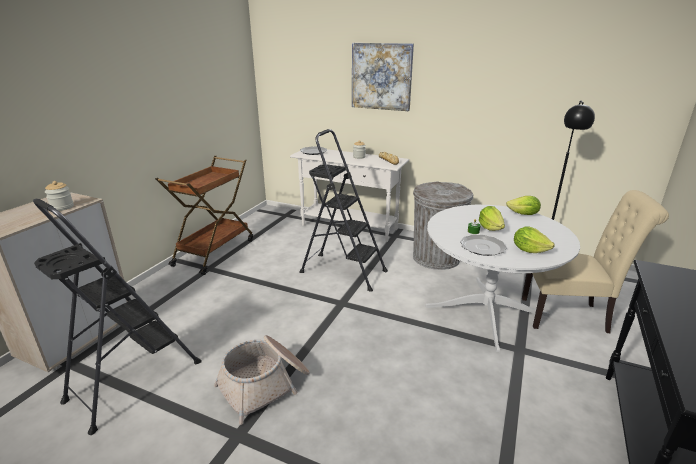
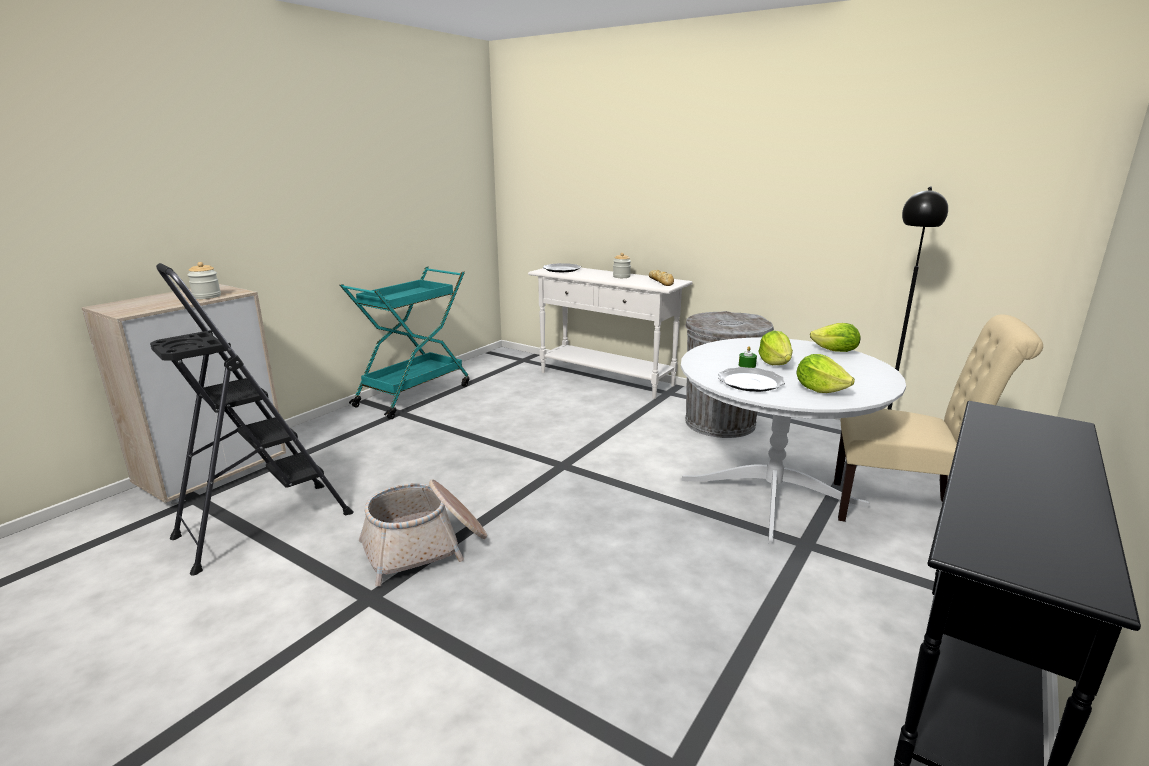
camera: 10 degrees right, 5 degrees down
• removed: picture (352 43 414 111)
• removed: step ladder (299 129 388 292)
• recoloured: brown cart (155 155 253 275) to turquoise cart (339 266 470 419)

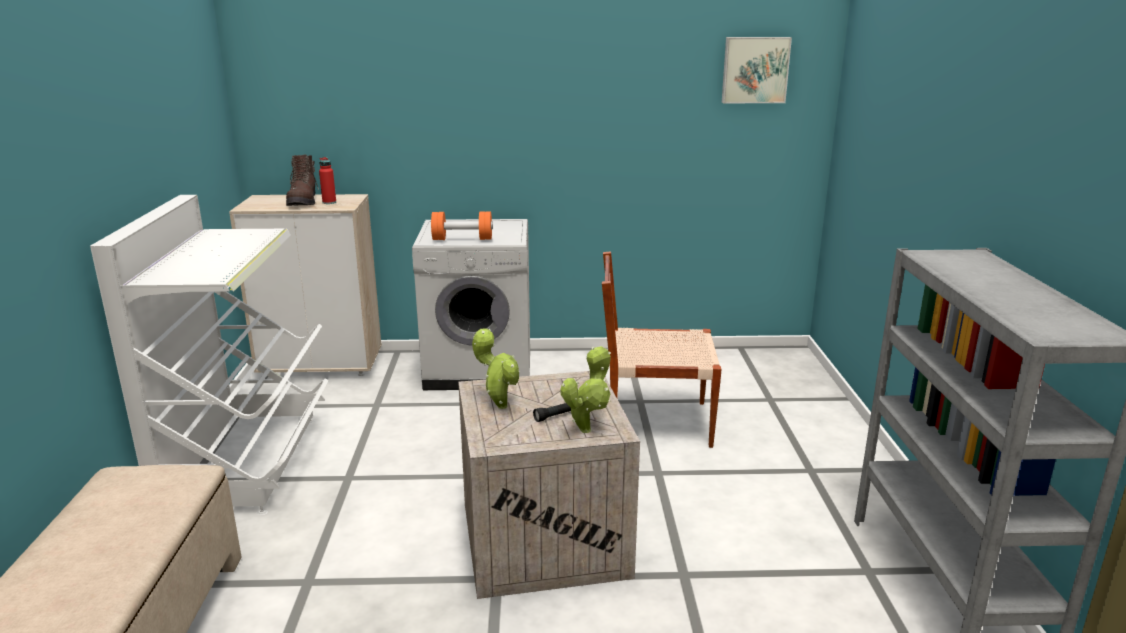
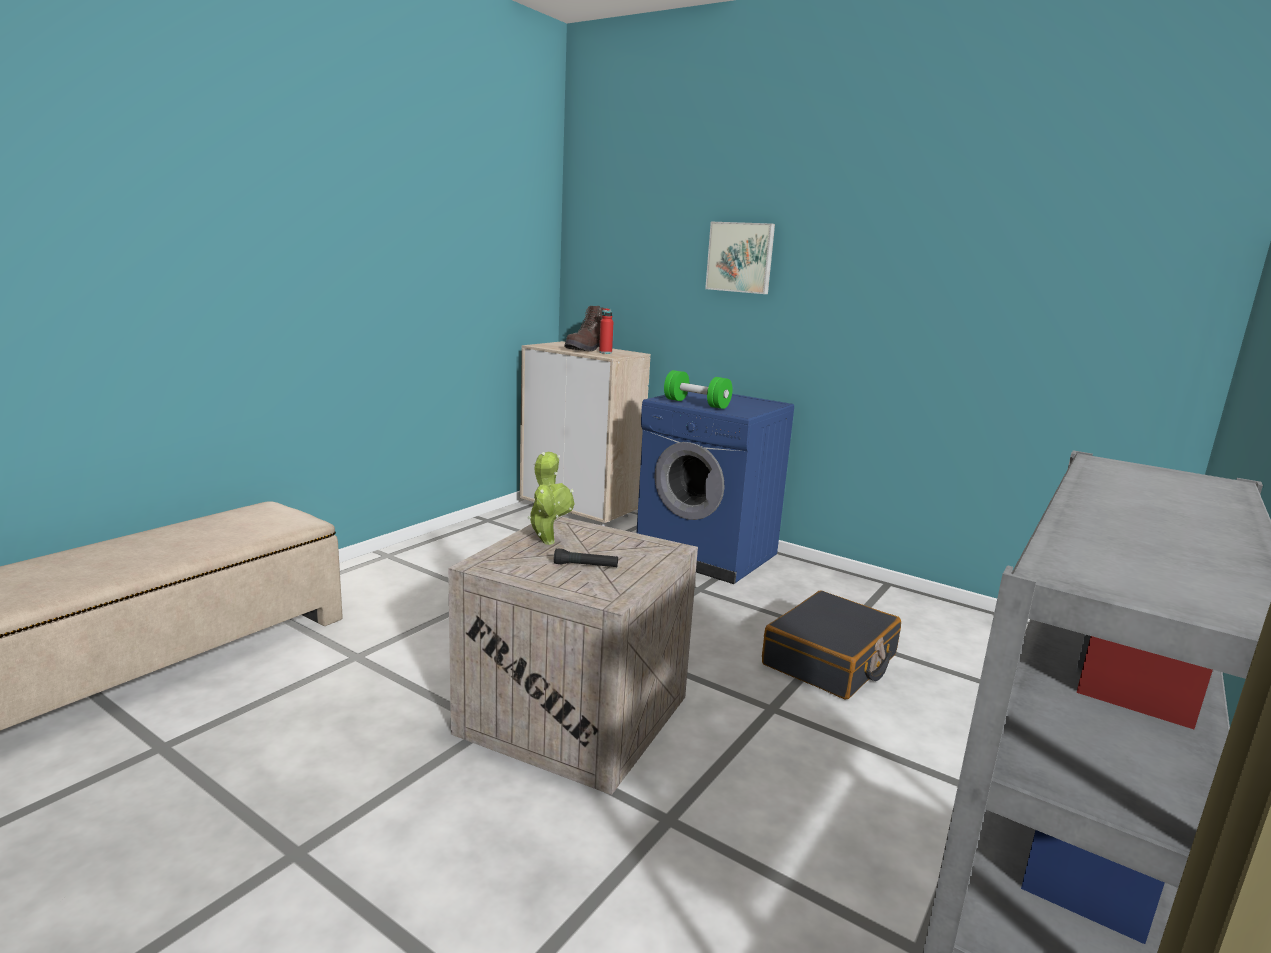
camera: 35 degrees right, 5 degrees down
• moved: picture (722 37 792 103) to (705 222 775 294)
• removed: white shoe rack (90 195 328 515)
• recoloured: orange dumbbell (431 211 493 240) to green dumbbell (664 370 733 409)
• recoloured: white washing machine (412 219 530 390) to blue washing machine (637 392 794 584)
• replaced: chair (602 251 722 448) to black suitcase (762 591 901 699)
• removed: potted plant (560 346 611 433)

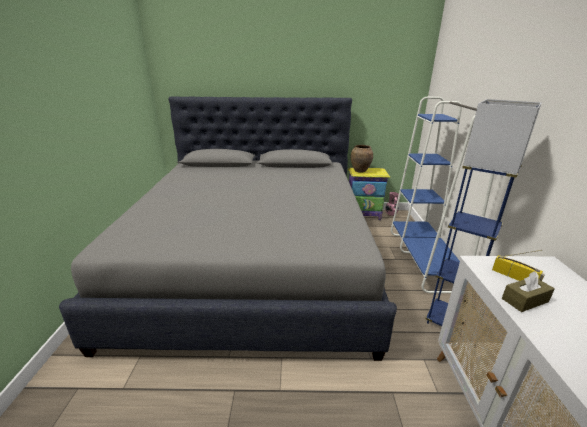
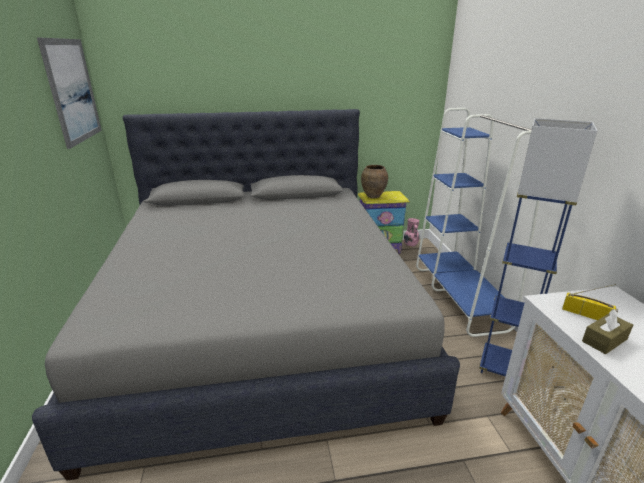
camera: 10 degrees left, 0 degrees up
• added: picture (37 37 102 149)

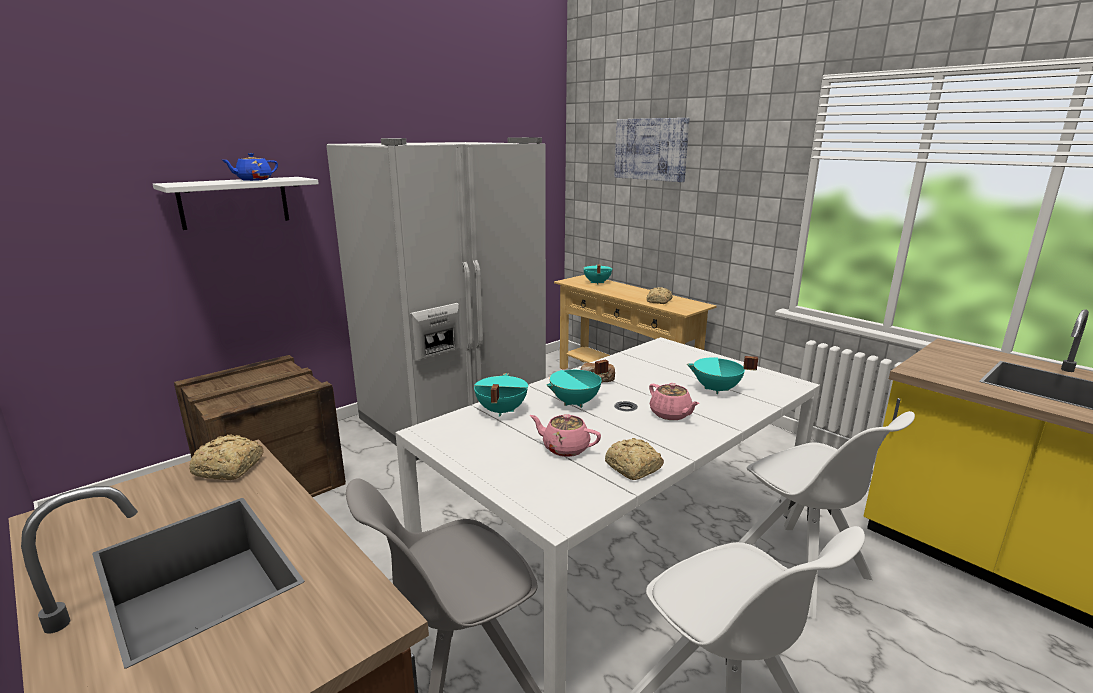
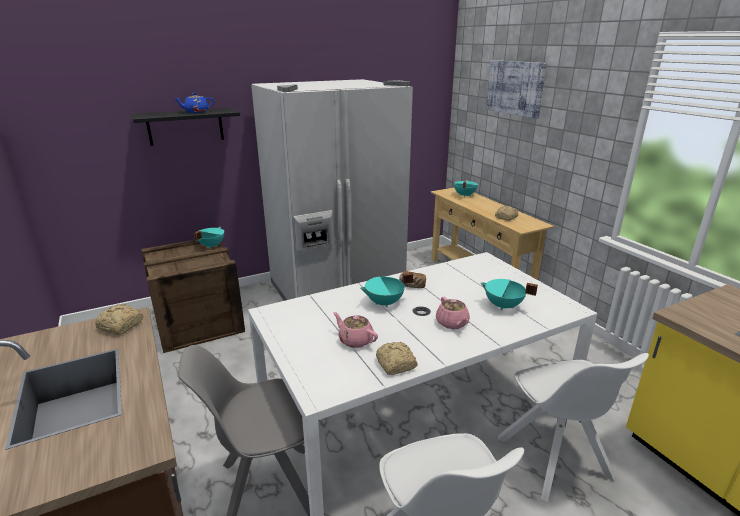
camera: 15 degrees right, 5 degrees up
• recoloured: white shelf (153 177 319 230) to black shelf (131 108 240 146)
• moved: turquoise cooking pot (474 373 528 417) to (194 227 224 248)

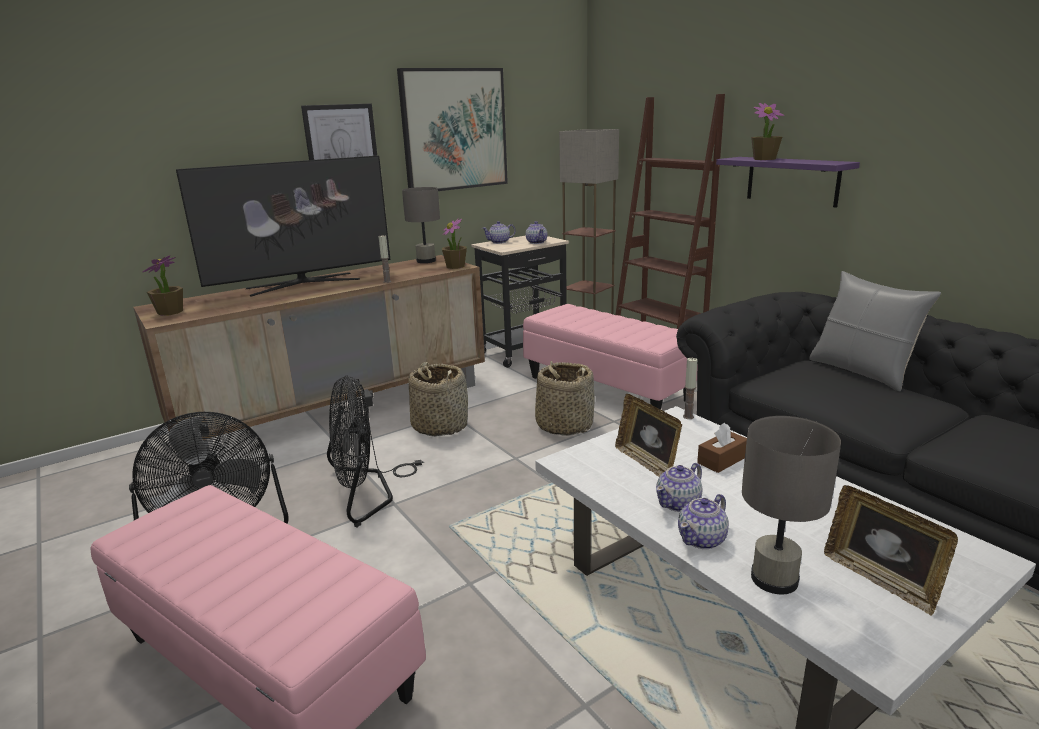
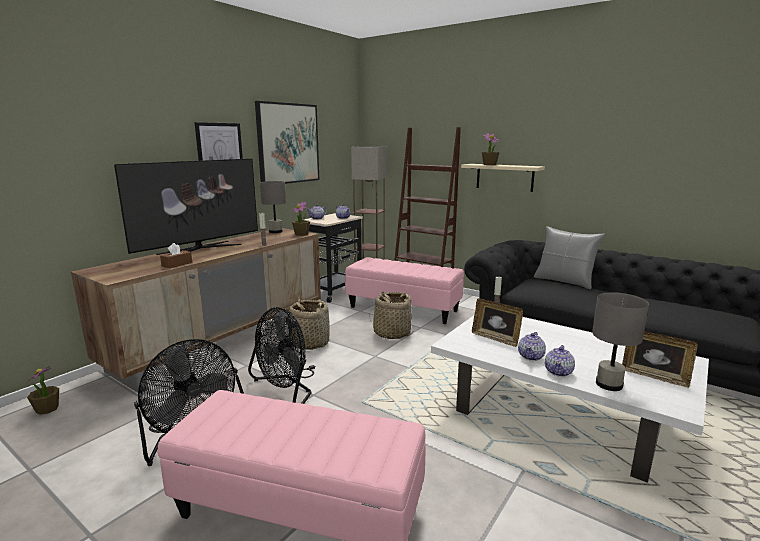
camera: 20 degrees left, 5 degrees down
• recoloured: purple shelf (716 157 860 208) to beige shelf (461 164 545 192)
• moved: potted plant (143 255 183 316) to (27 365 59 415)
• moved: brown tissue box (697 423 747 473) to (160 243 192 268)

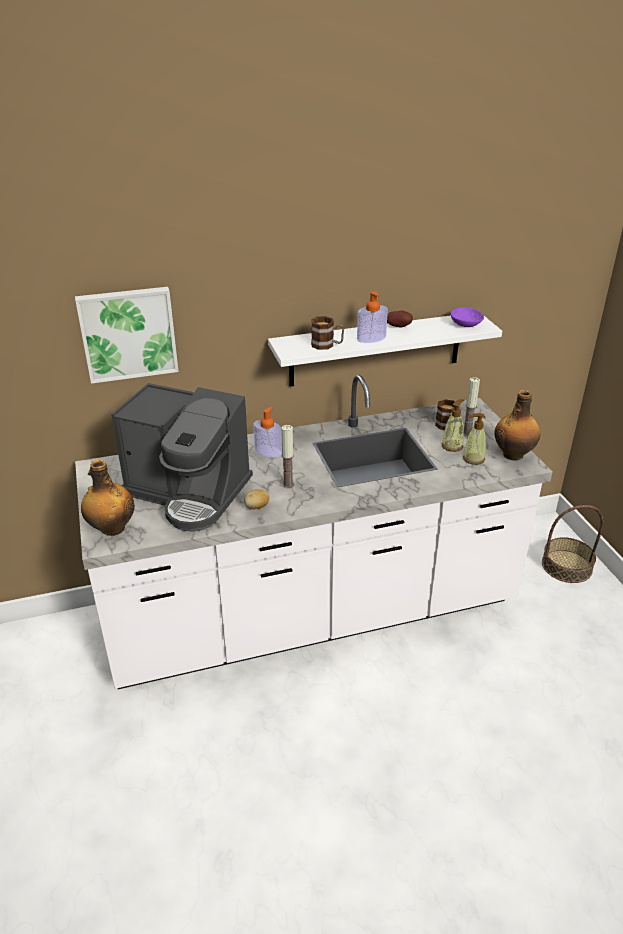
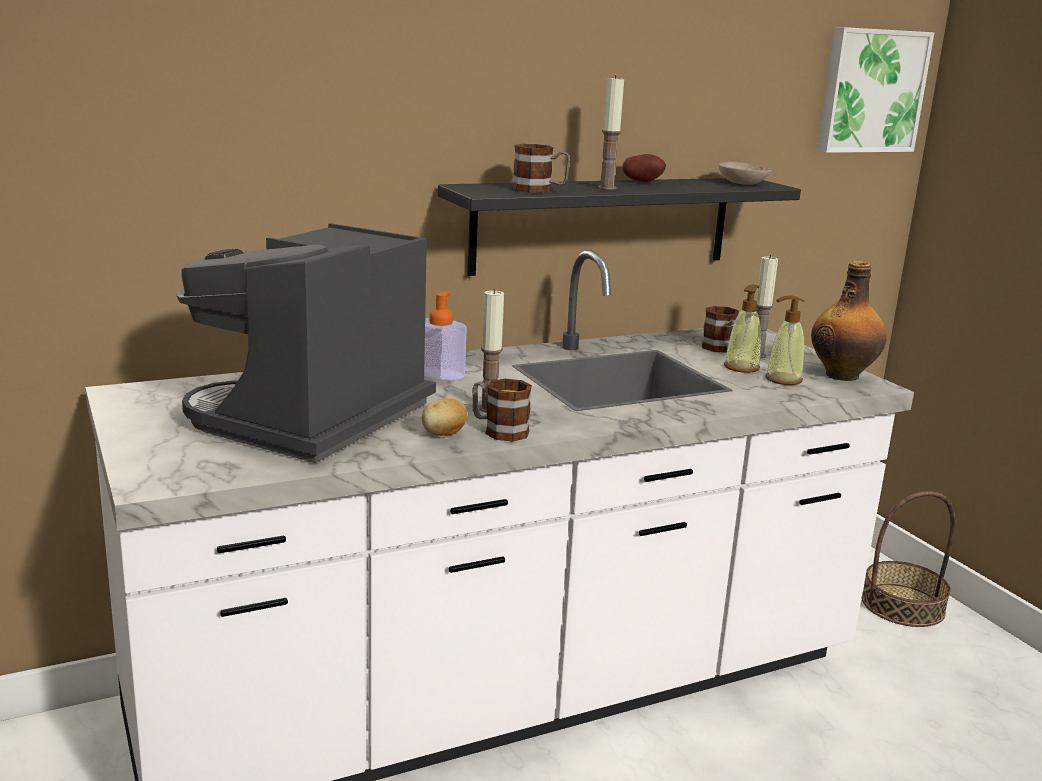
camera: 10 degrees left, 15 degrees down
• moved: picture (75 287 179 384) to (817 27 934 153)
• replaced: soap dispenser (357 291 388 343) to candle (598 75 624 190)
• recoloured: purple bowl (451 307 484 327) to beige bowl (719 162 772 185)
• recoloured: white shelf (268 315 502 387) to black shelf (438 178 801 276)
• turned: coffee machine (111 383 253 532) = (177 223 436 463) 105 degrees clockwise
• removed: bottle (81 460 135 536)
• added: mug (472 379 532 442)

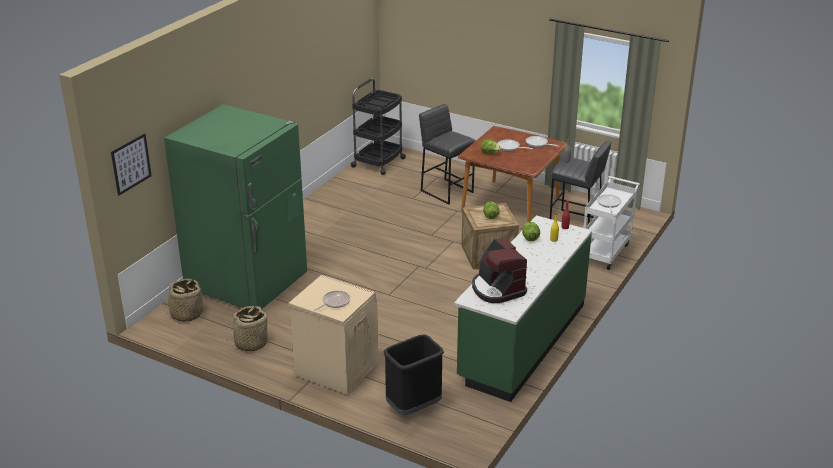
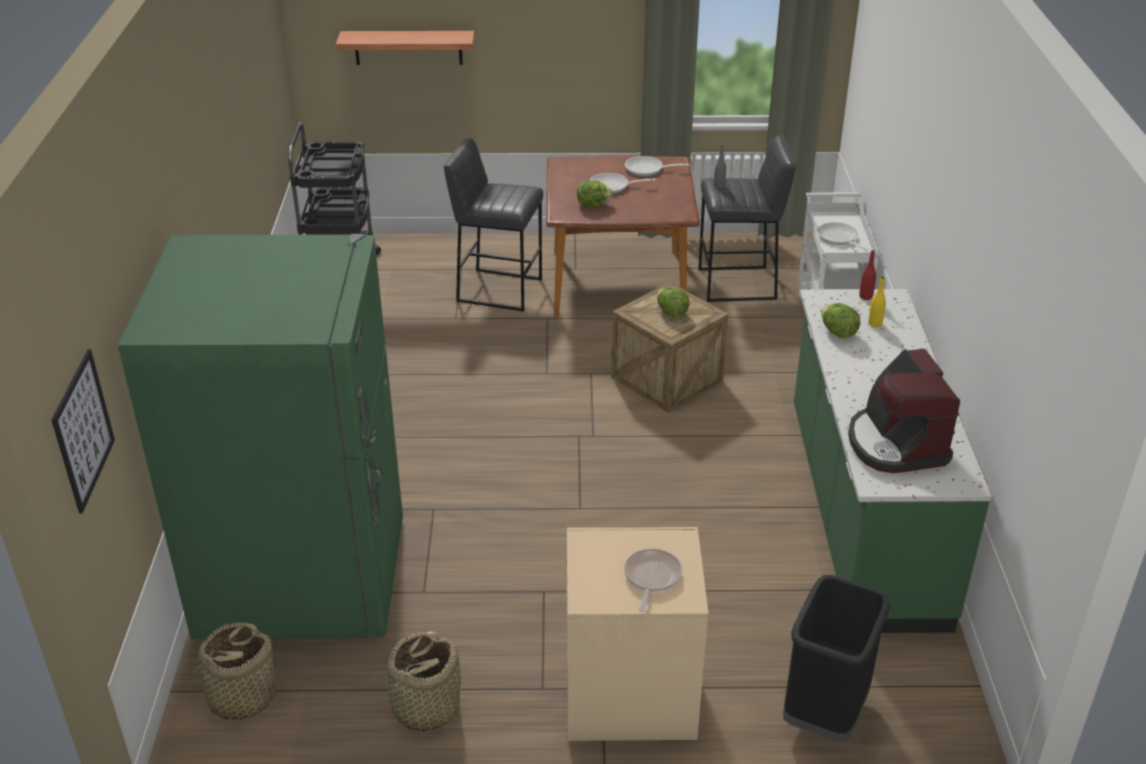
camera: 30 degrees left, 5 degrees up
• turned: coffee machine (472 237 527 303) = (848 349 960 473) 45 degrees clockwise
• added: shelf (336 31 474 65)

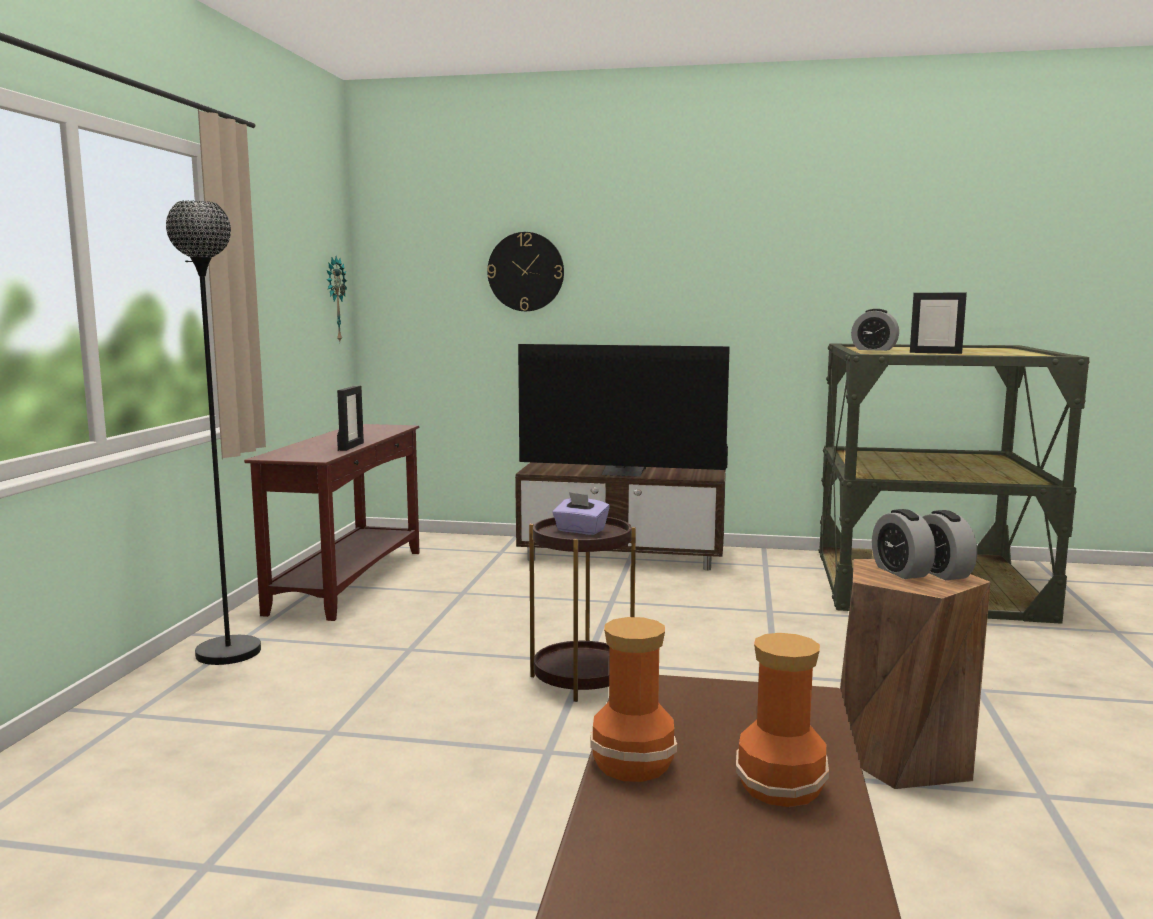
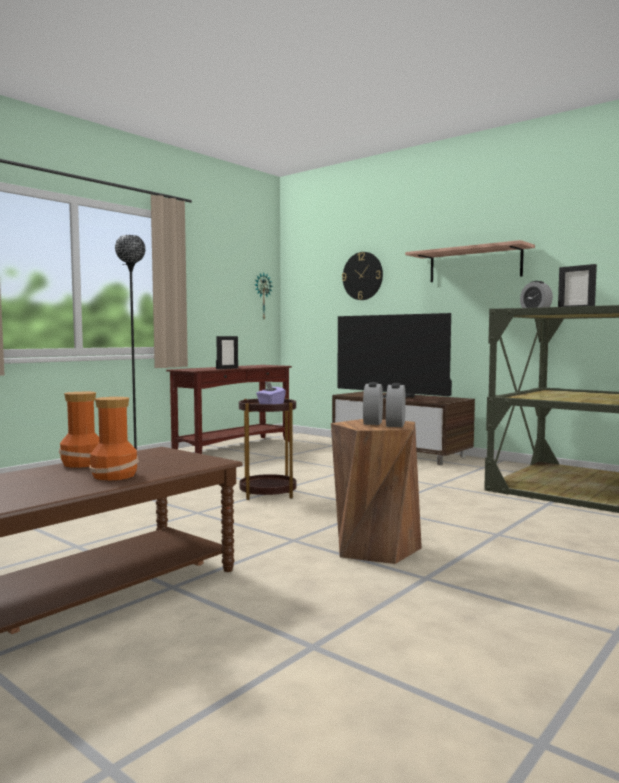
camera: 30 degrees right, 5 degrees down
• added: shelf (405 240 535 282)

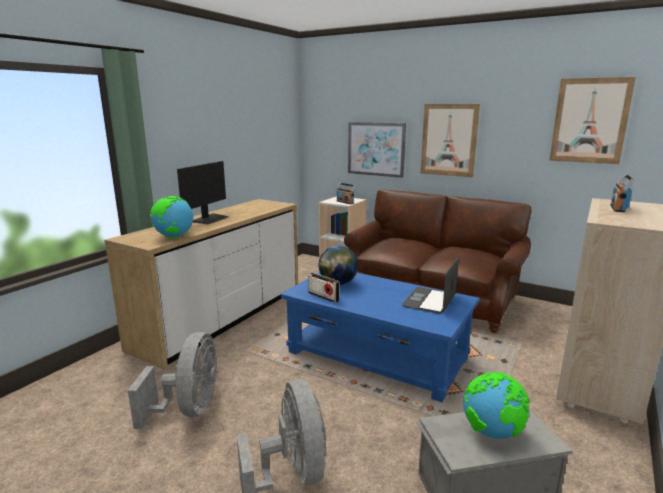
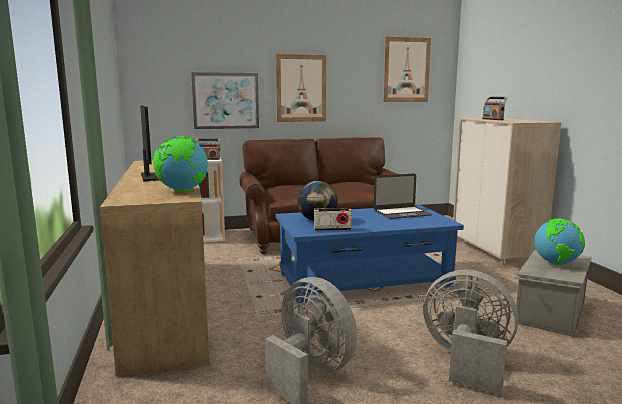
camera: 45 degrees left, 5 degrees down
• turned: laptop (402 257 459 314) = (374 173 432 219) 90 degrees counterclockwise

